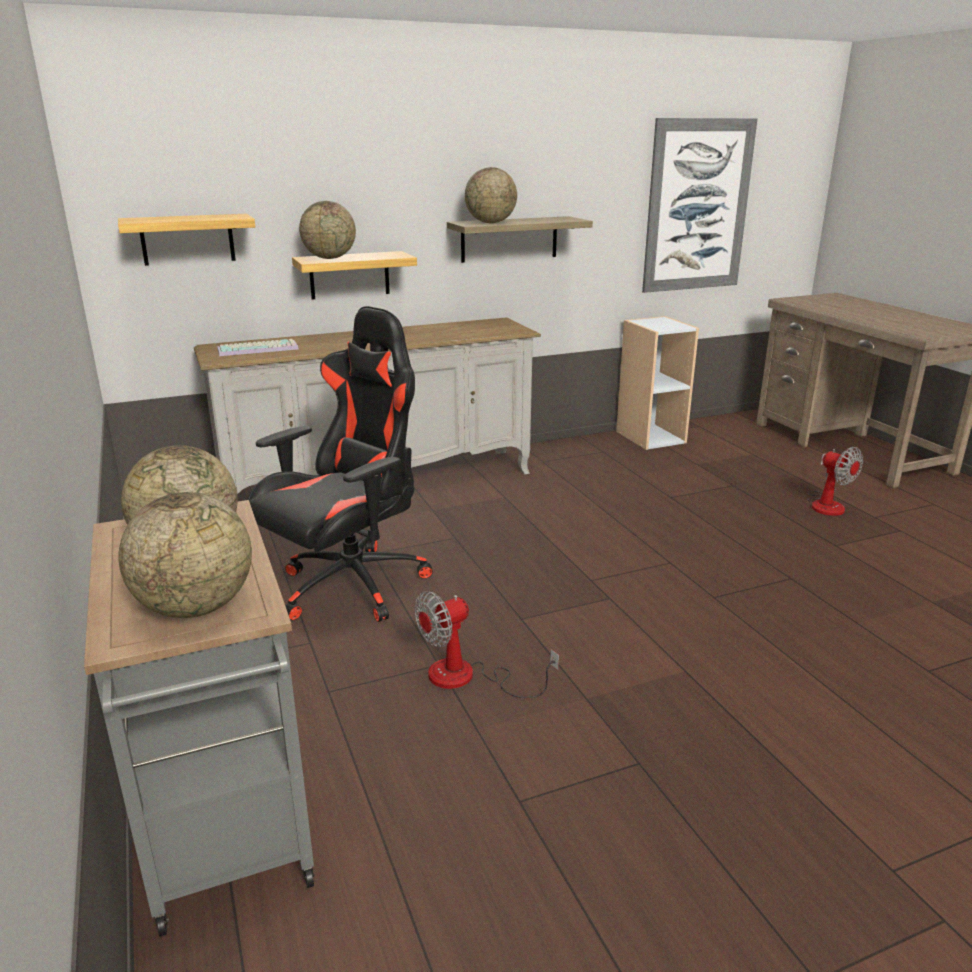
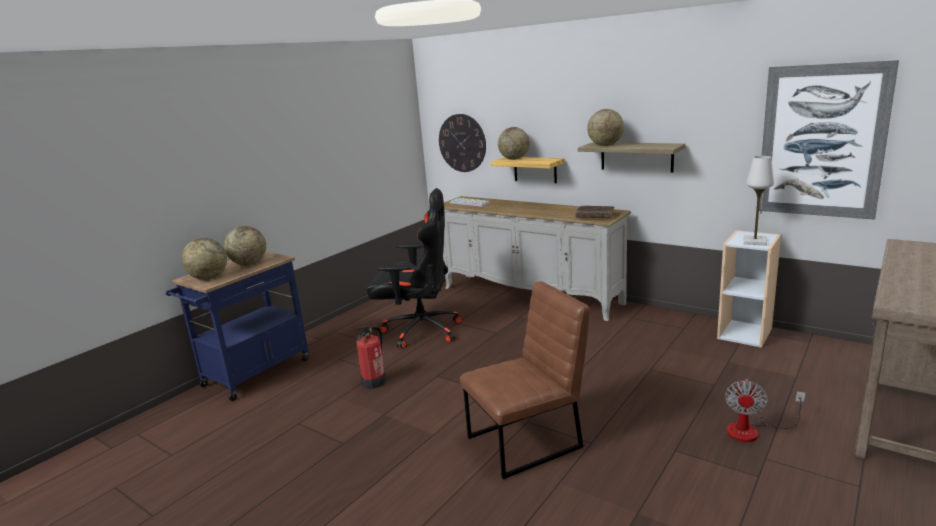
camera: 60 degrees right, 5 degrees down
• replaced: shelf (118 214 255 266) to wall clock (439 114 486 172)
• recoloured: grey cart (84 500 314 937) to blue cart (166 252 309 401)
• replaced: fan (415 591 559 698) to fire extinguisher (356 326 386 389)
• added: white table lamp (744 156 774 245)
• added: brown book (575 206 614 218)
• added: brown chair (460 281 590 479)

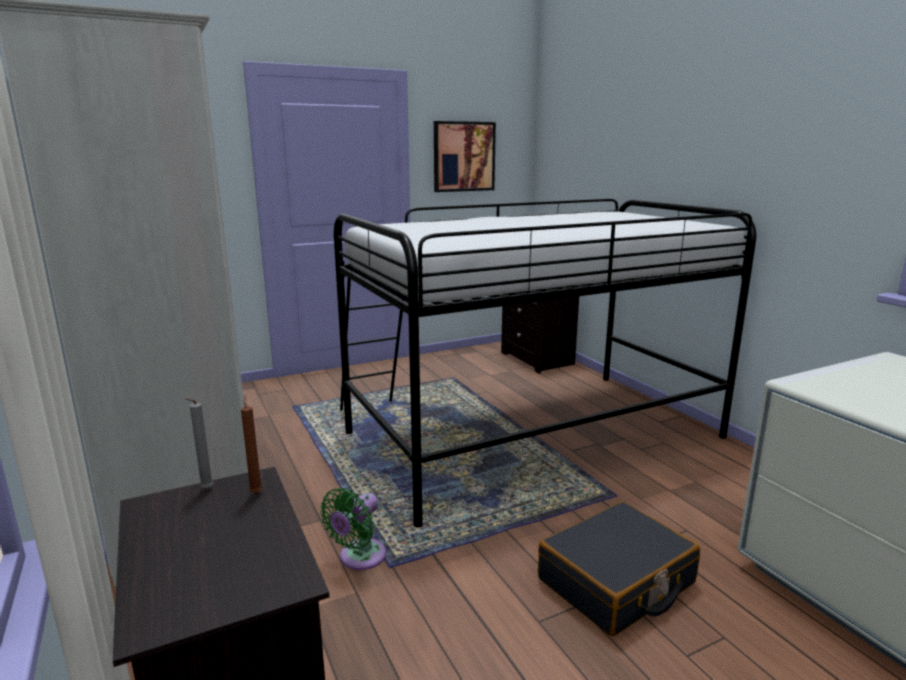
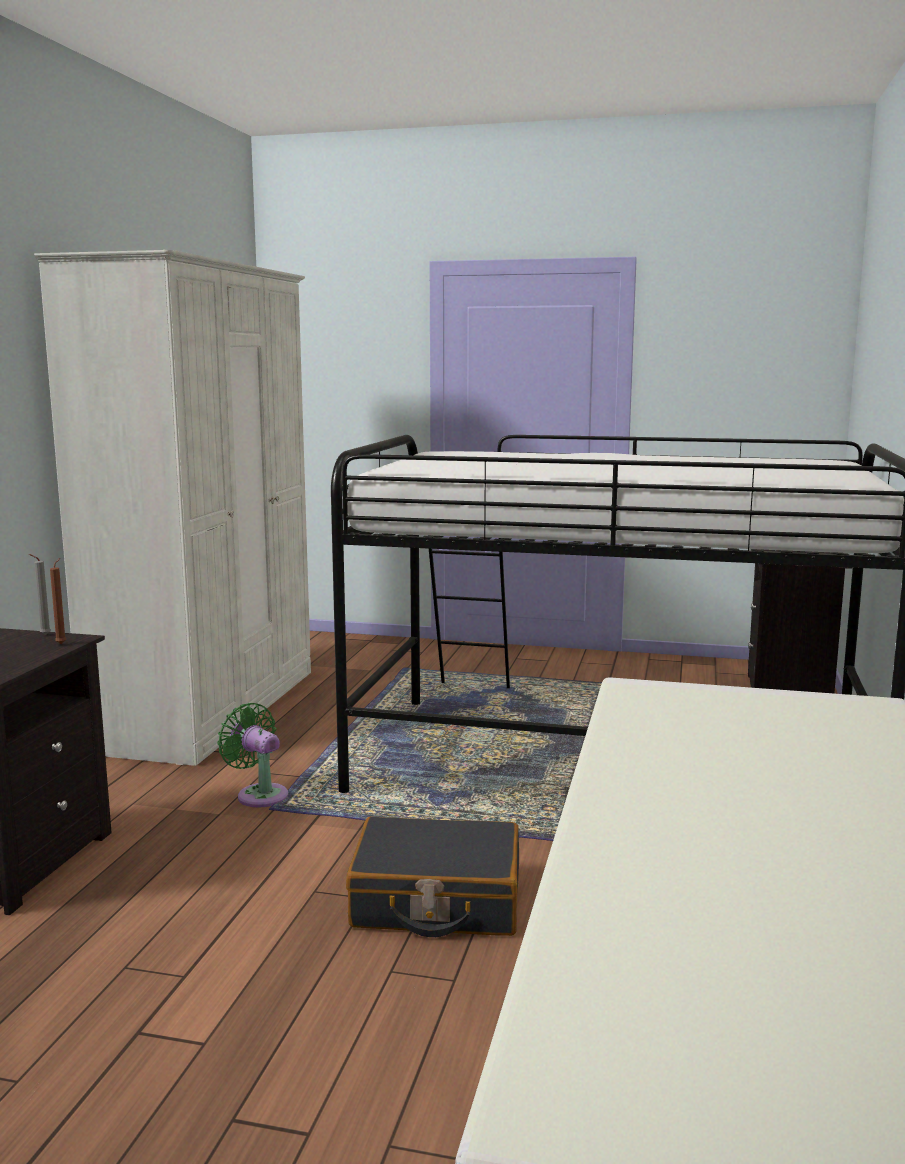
camera: 40 degrees right, 5 degrees down
• removed: picture (434 121 496 192)
• turned: green fan (320 488 386 570) = (217 703 288 807) 60 degrees clockwise

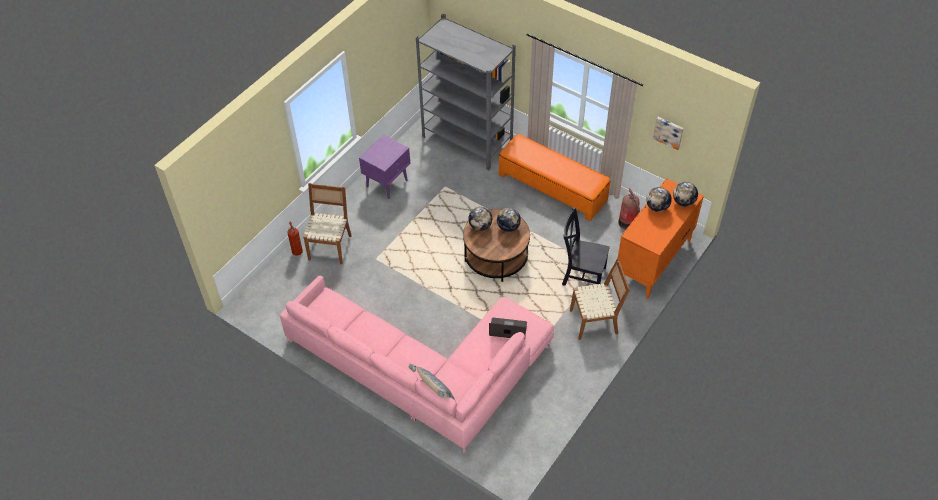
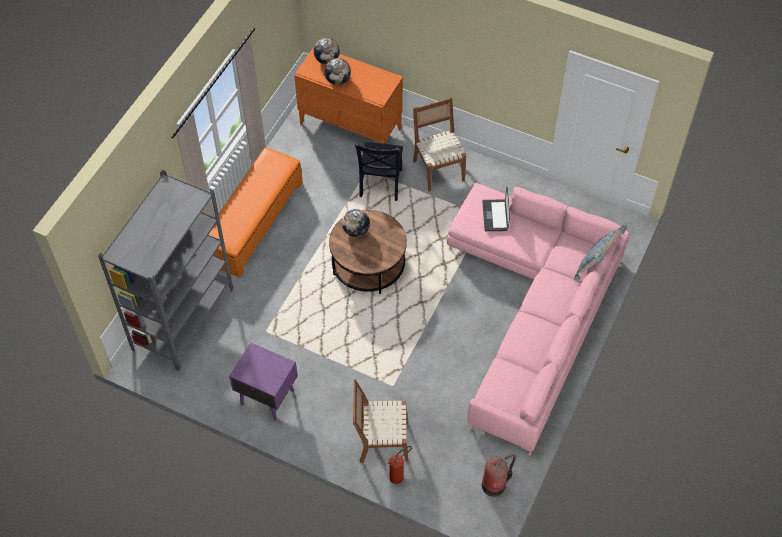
camera: 100 degrees left, 5 degrees up
• removed: picture (653 117 684 150)
• moved: fire extinguisher (618 188 640 230) to (482 454 516 497)
• removed: globe (468 207 492 231)

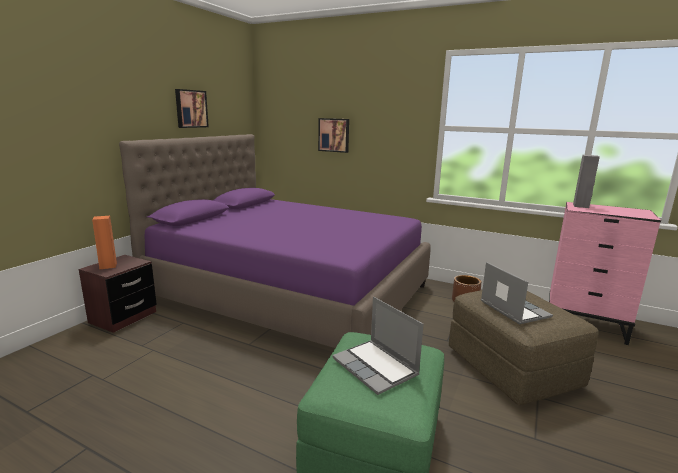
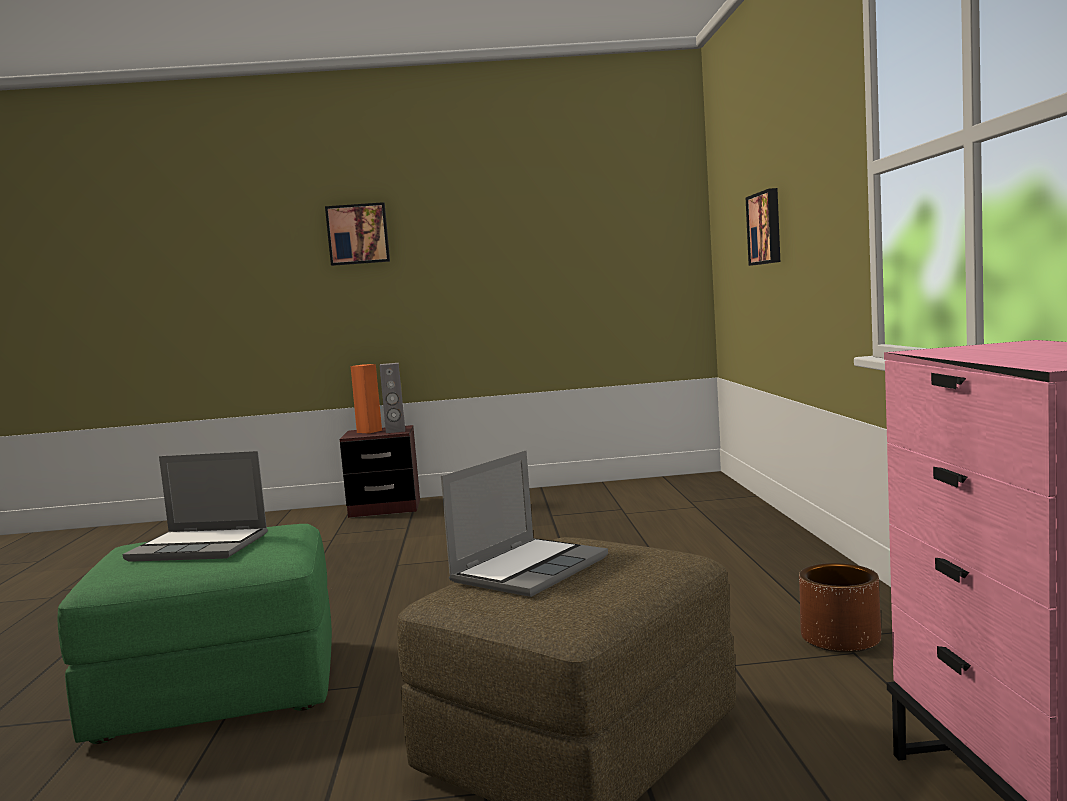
camera: 60 degrees right, 10 degrees down
• moved: picture (175 89 209 128) to (325 202 390 266)
• removed: purple bed (119 134 431 348)
• moved: grey speaker (573 155 600 208) to (379 363 405 433)
• turned: laptop (333 297 423 395) = (123 451 268 562) 105 degrees counterclockwise

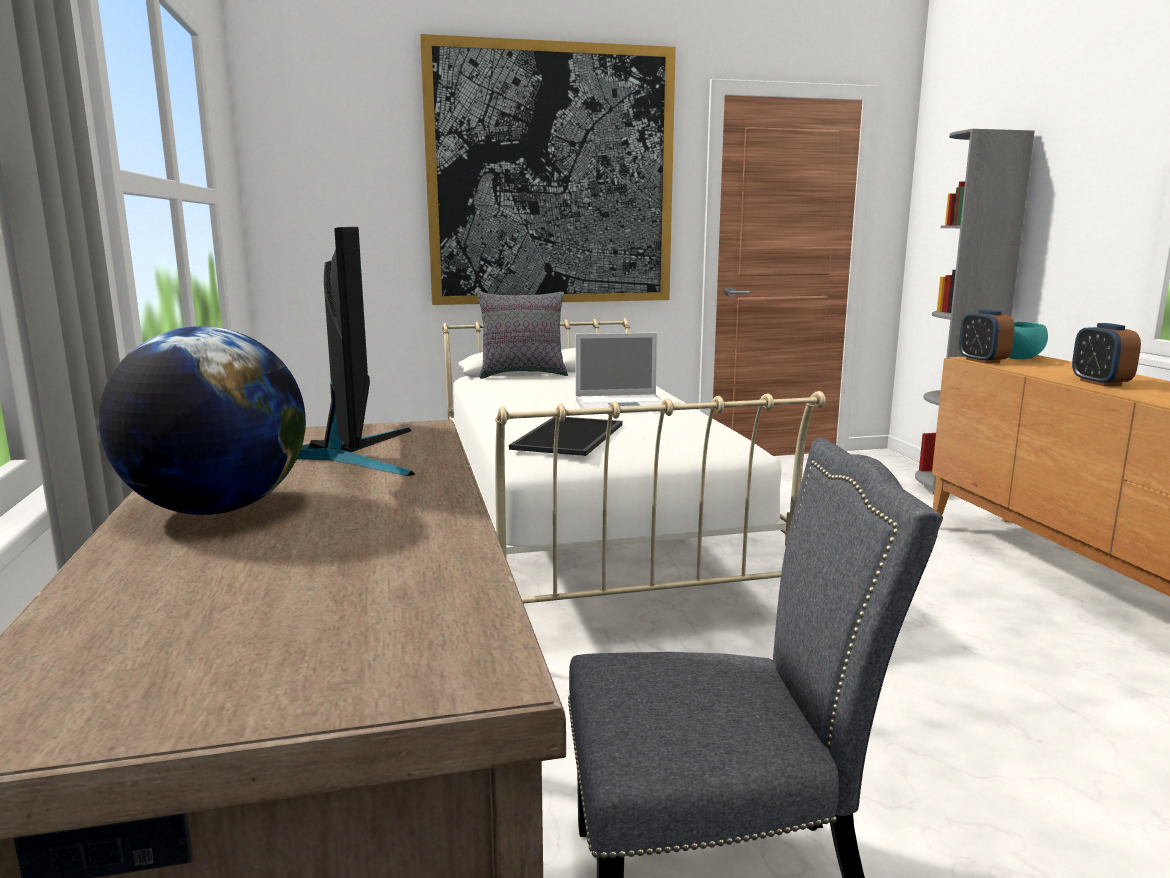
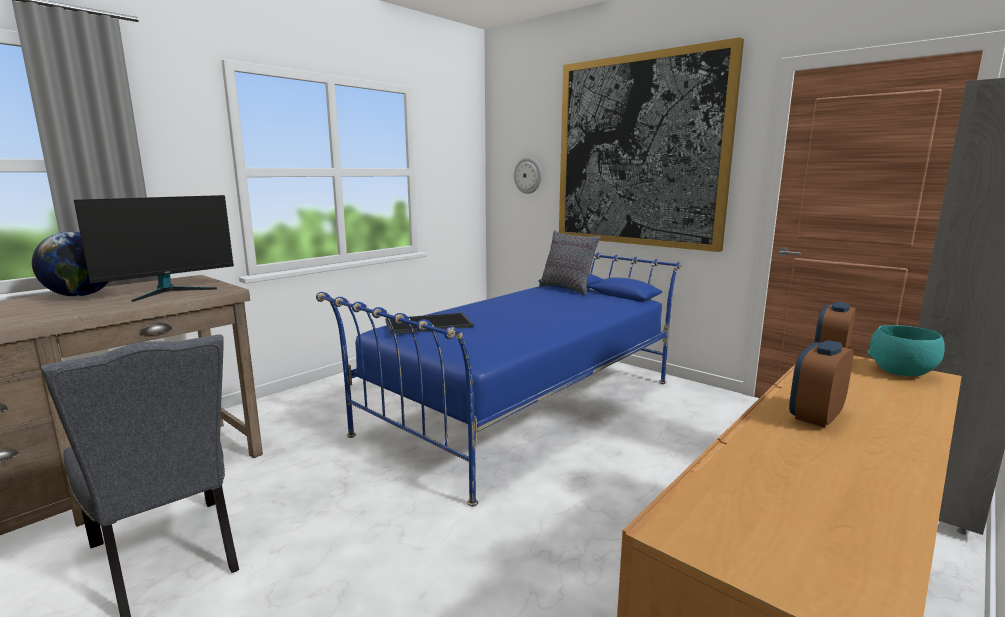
camera: 55 degrees right, 0 degrees up
• recoloured: white bed (442 318 826 604) to blue bed (316 253 682 507)
• removed: laptop (575 333 663 412)
• added: wall clock (514 157 542 194)

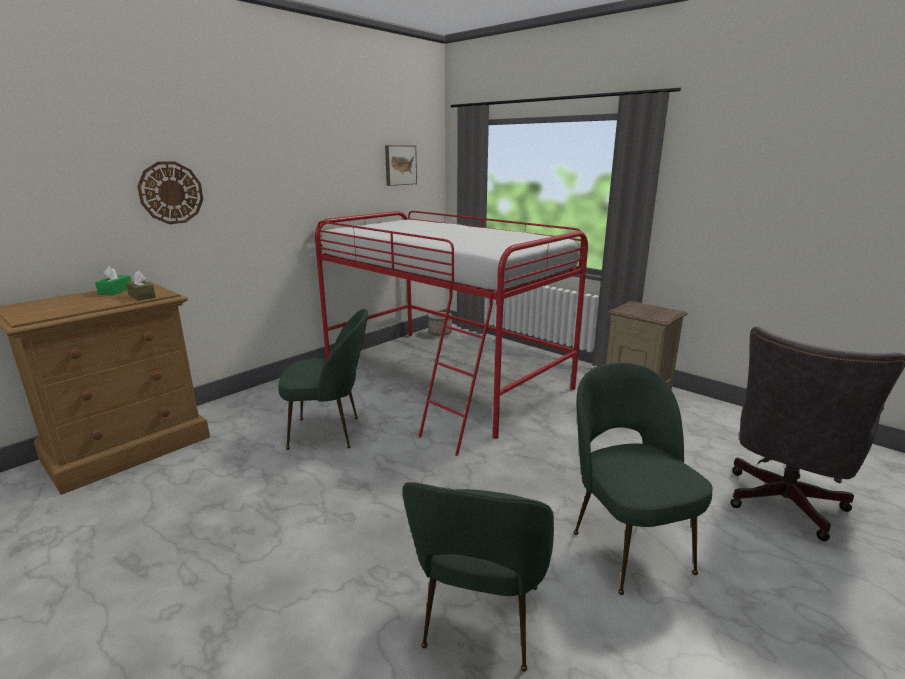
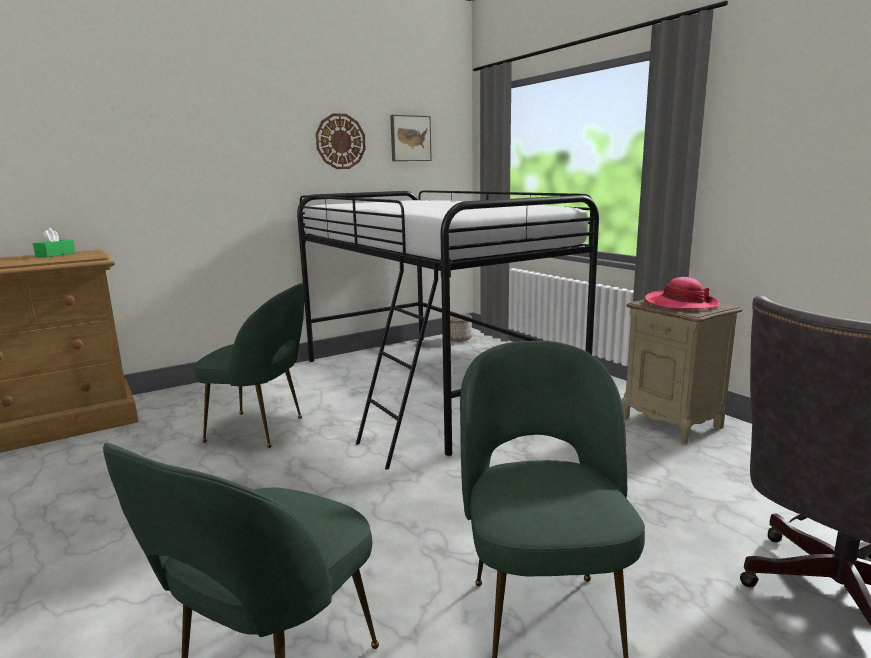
camera: 15 degrees right, 5 degrees down
• moved: wall clock (137 161 204 224) to (316 113 366 169)
• recoloured: red bed (315 211 588 456) to black bed (297 190 599 470)
• removed: brown tissue box (126 271 156 301)
• added: hat (645 277 720 310)

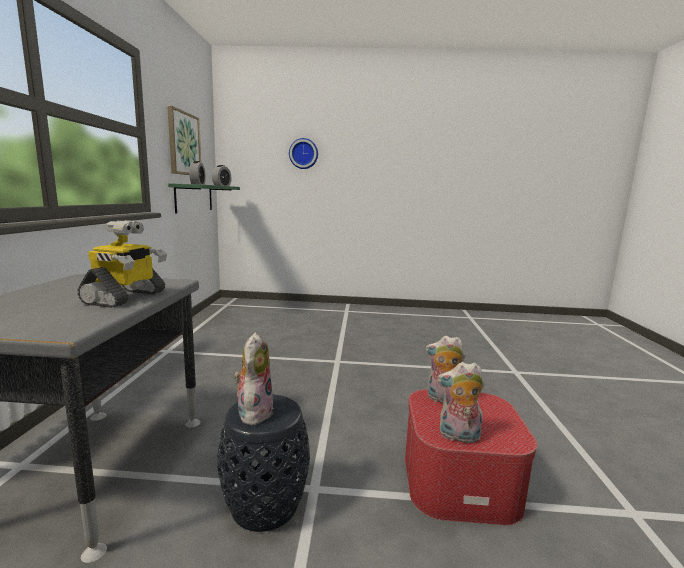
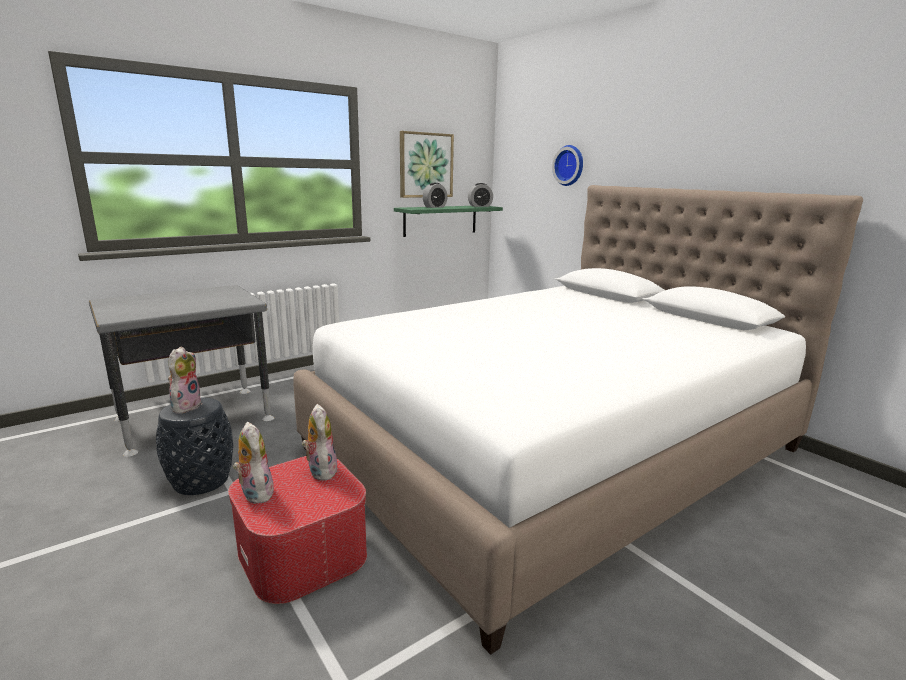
camera: 50 degrees right, 5 degrees up
• removed: toy robot (78 220 167 308)
• turned: plush toy (234 333 273 425) = (168 347 202 414) 45 degrees counterclockwise
• added: white bed (293 185 863 655)

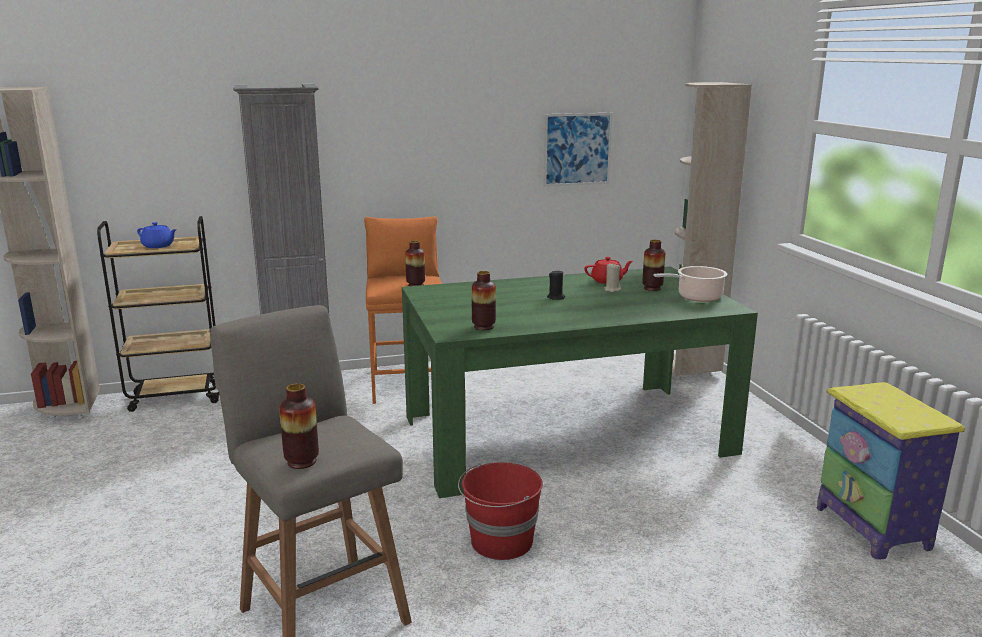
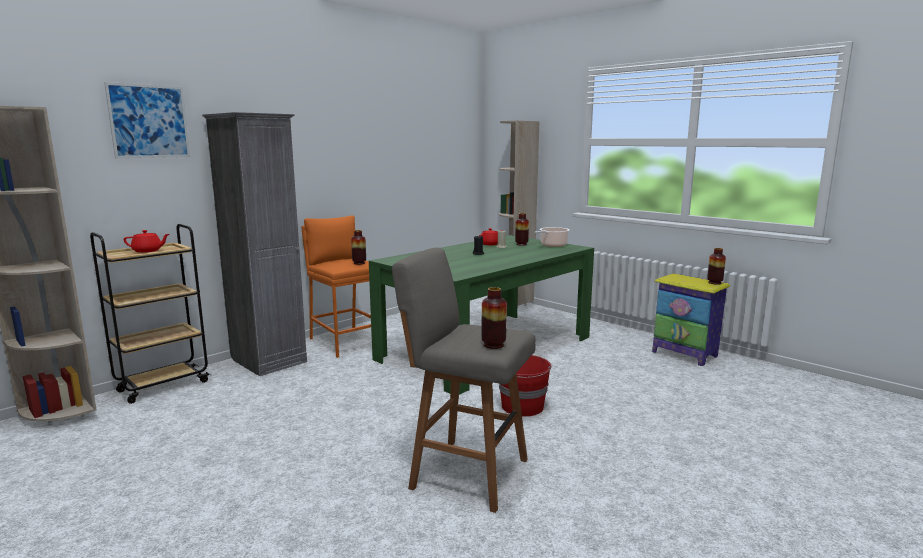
camera: 30 degrees left, 5 degrees down
• moved: picture (543 113 613 187) to (104 82 190 158)
• recoloured: blue teapot (137 222 177 248) to red teapot (124 230 169 253)
• moved: vase (472 271 496 330) to (707 248 726 285)

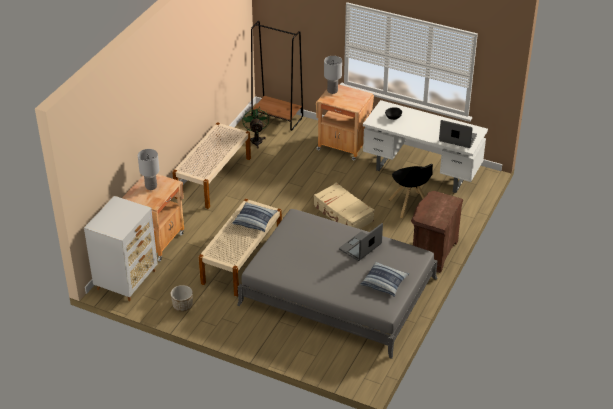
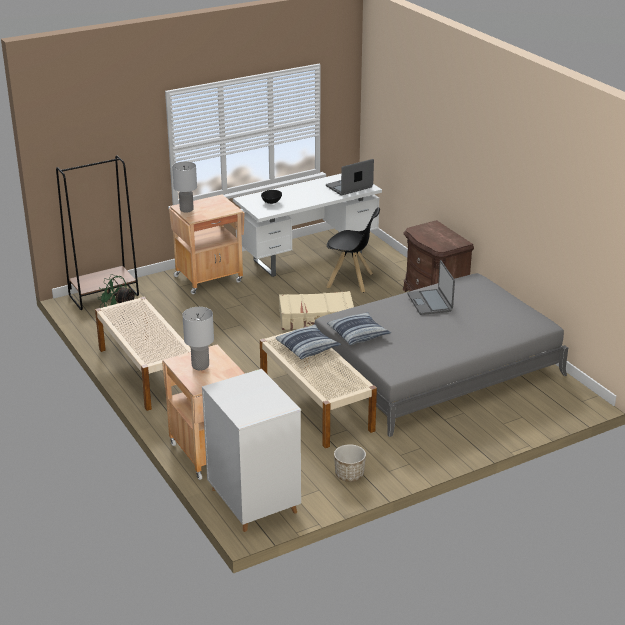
camera: 55 degrees left, 10 degrees down
• moved: pillow (360 262 409 297) to (327 312 391 345)

